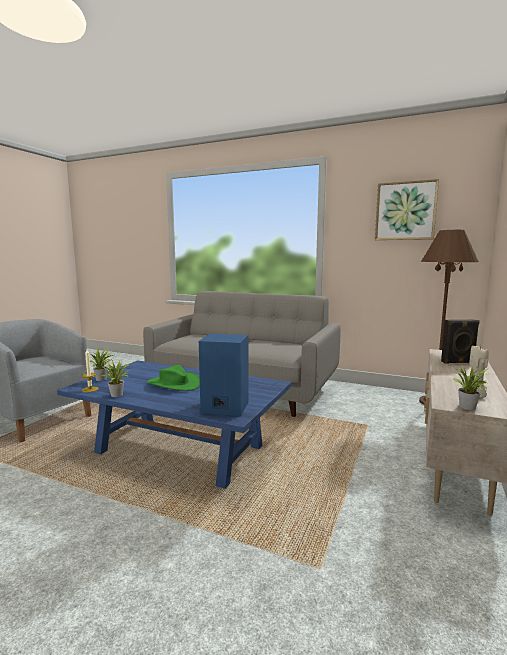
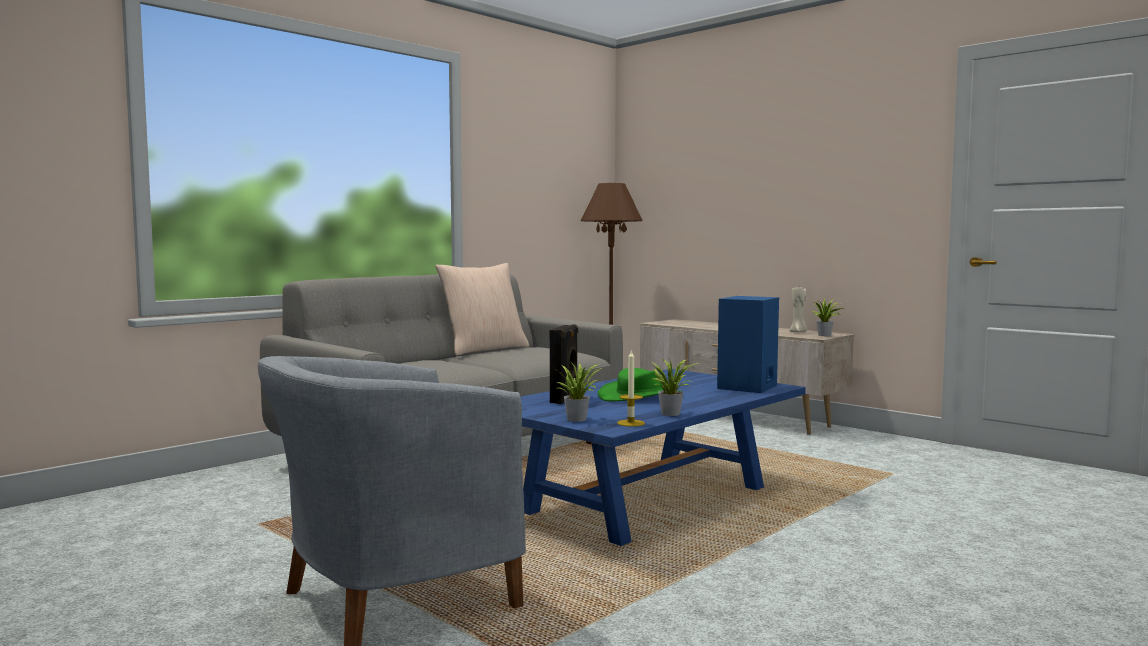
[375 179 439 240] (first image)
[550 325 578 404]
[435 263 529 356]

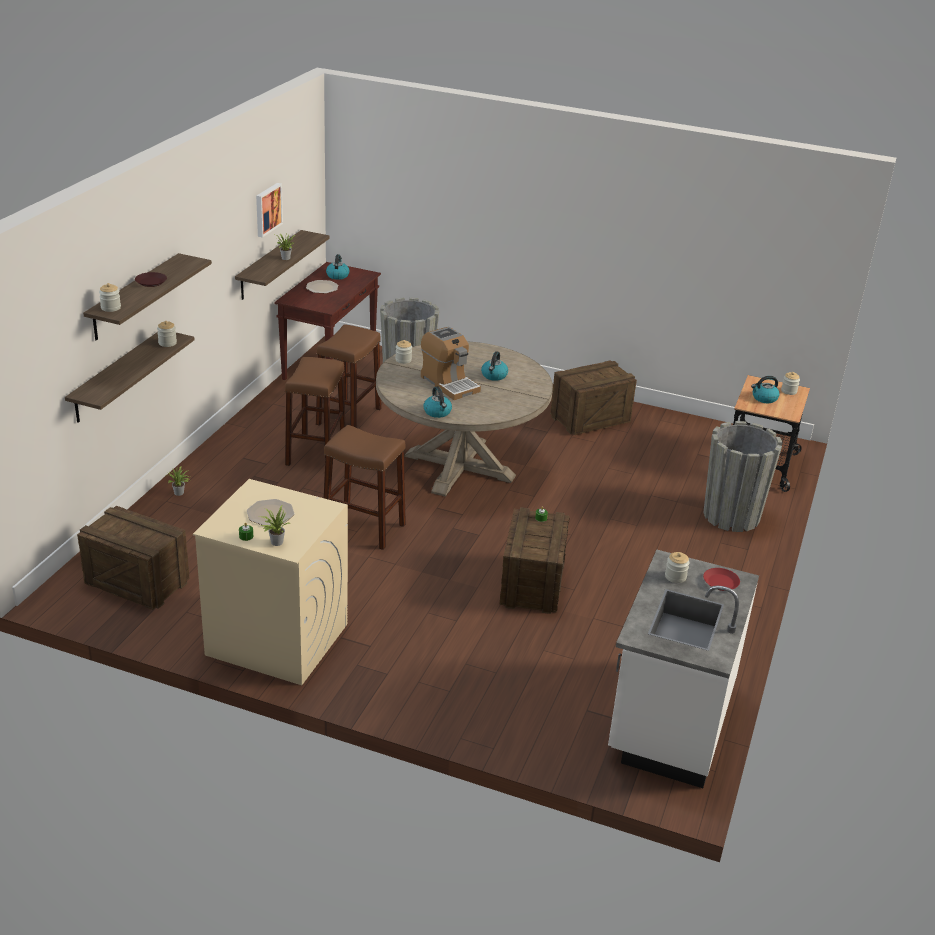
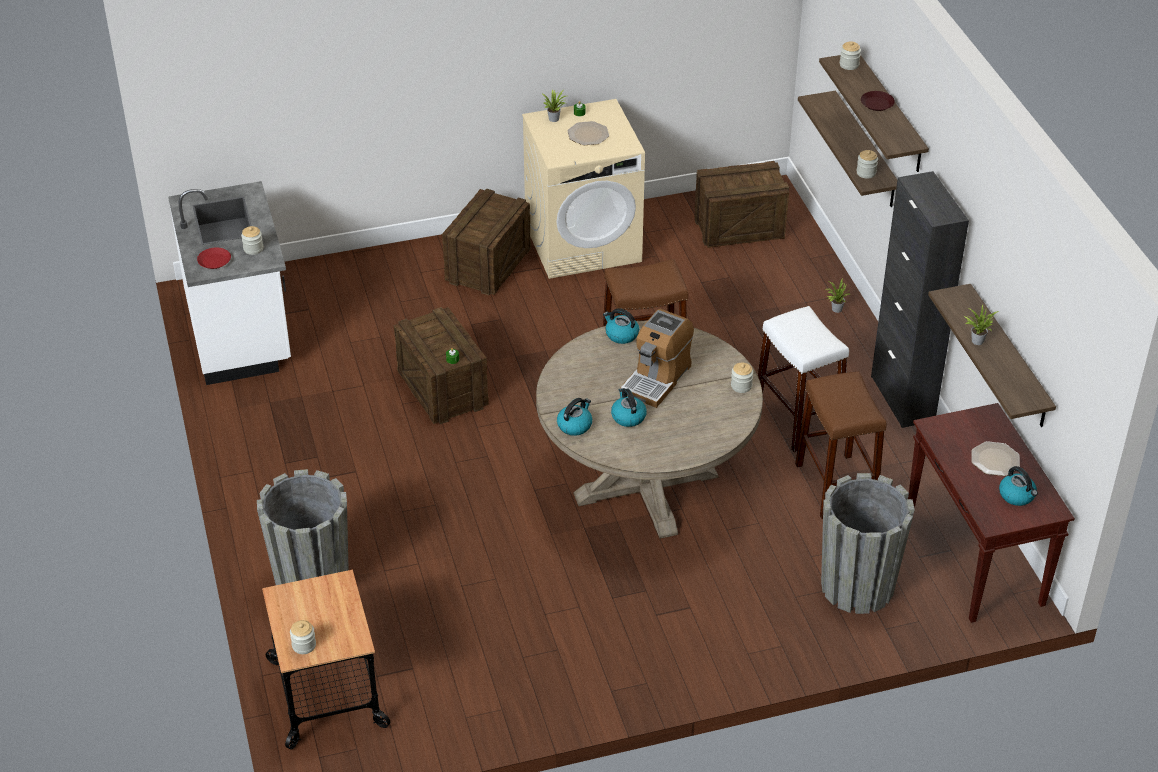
[256 183 283 238] (first image)
[758 306 849 452]
[620 309 694 408]
[442 189 531 295]
[557 398 592 436]
[871 171 969 428]

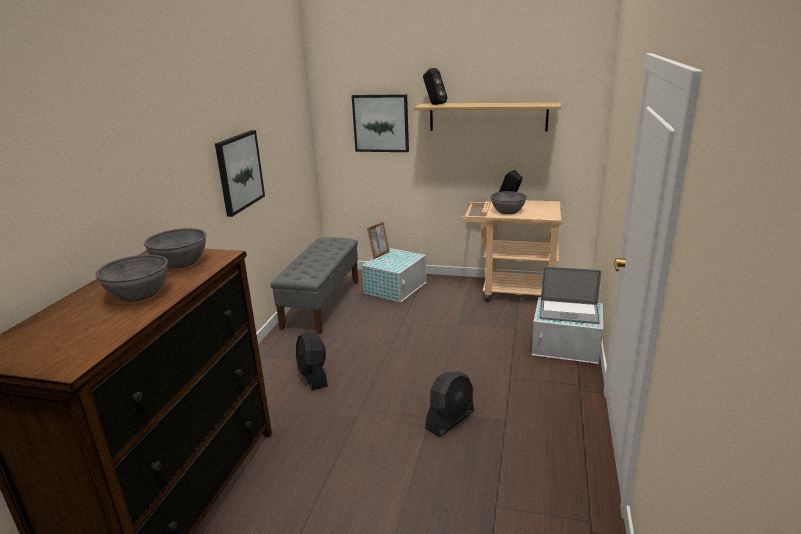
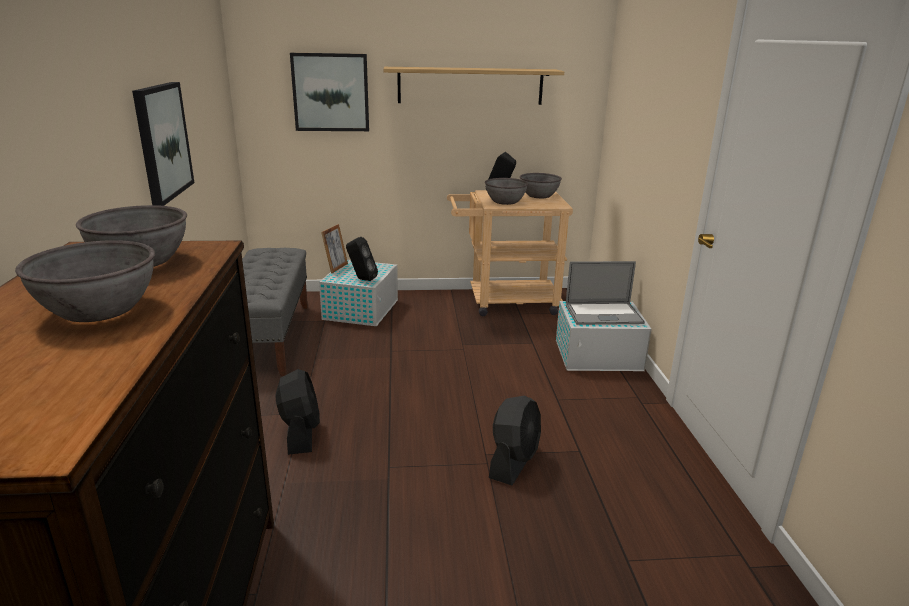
[275 369 320 455]
[346 237 378 281]
[520 173 562 198]

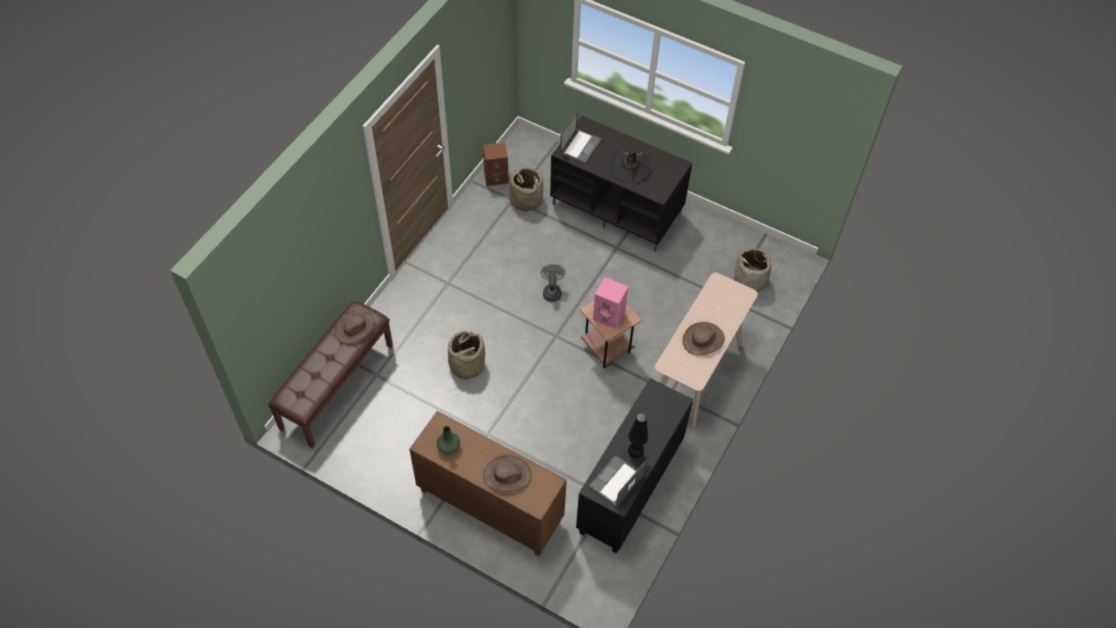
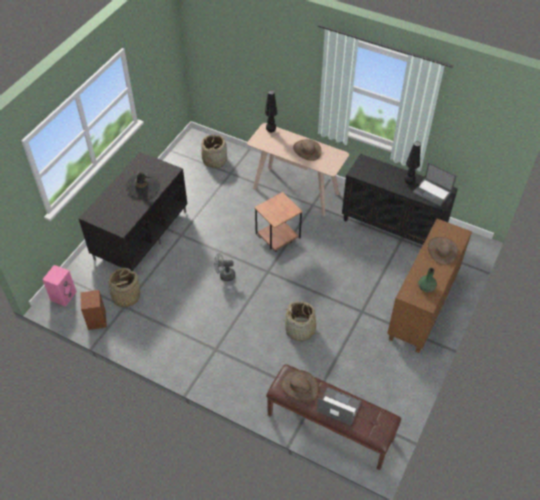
[317 387 361 426]
[42 265 77 307]
[265 90 278 133]

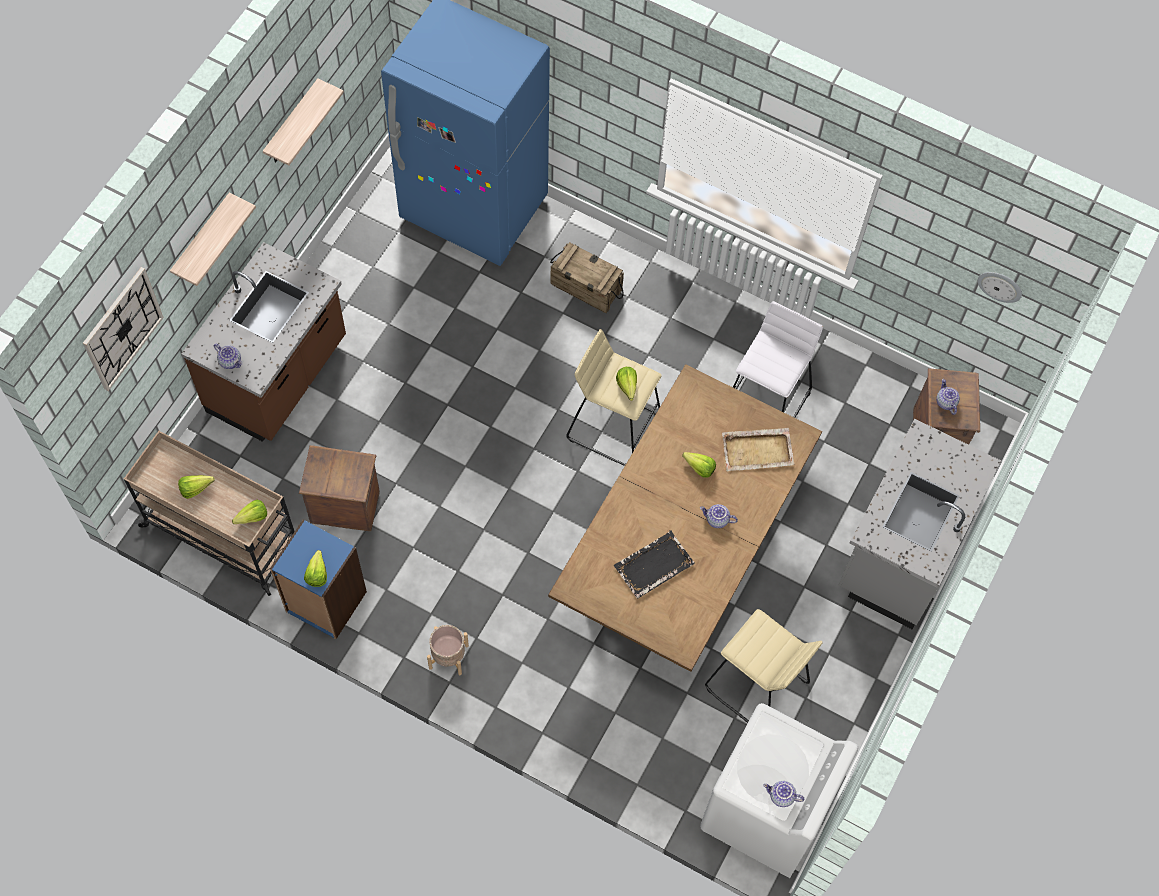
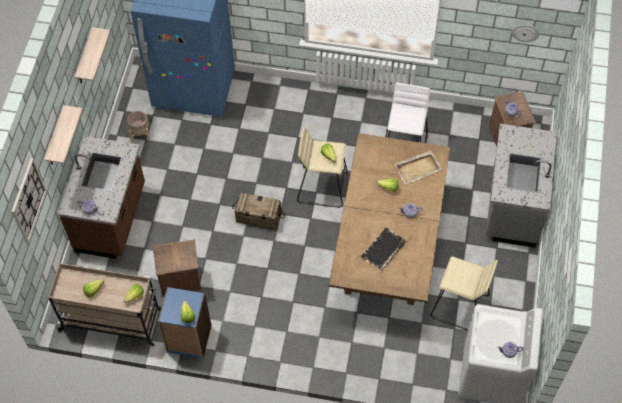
[127 111 150 143]
[232 193 285 230]

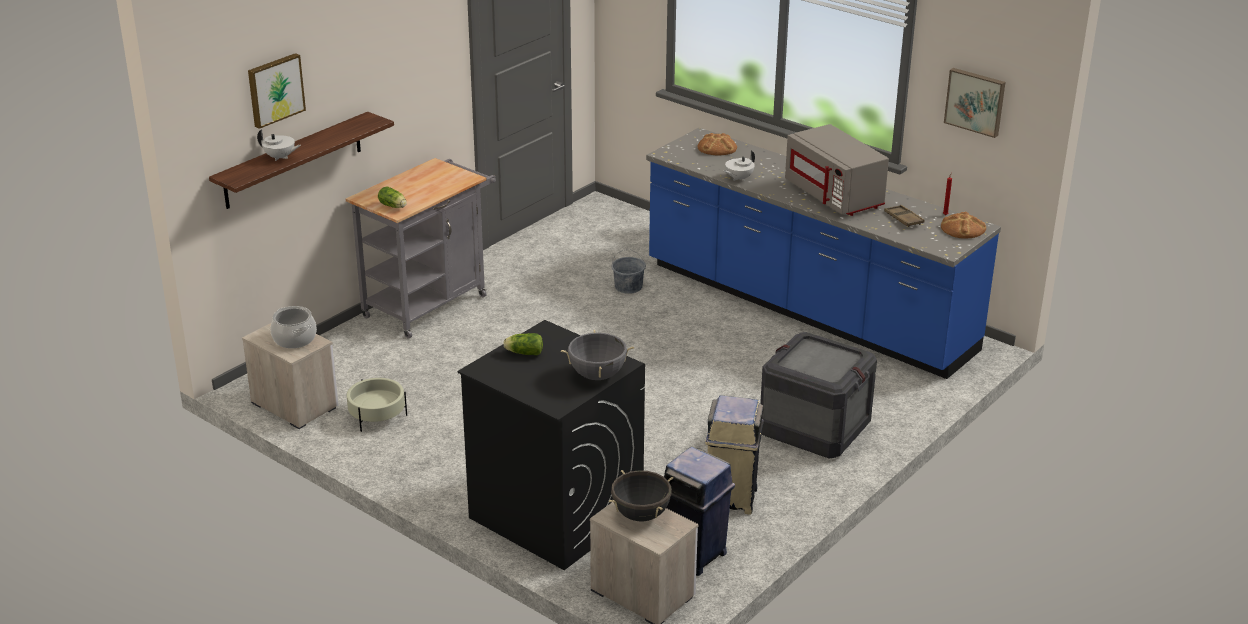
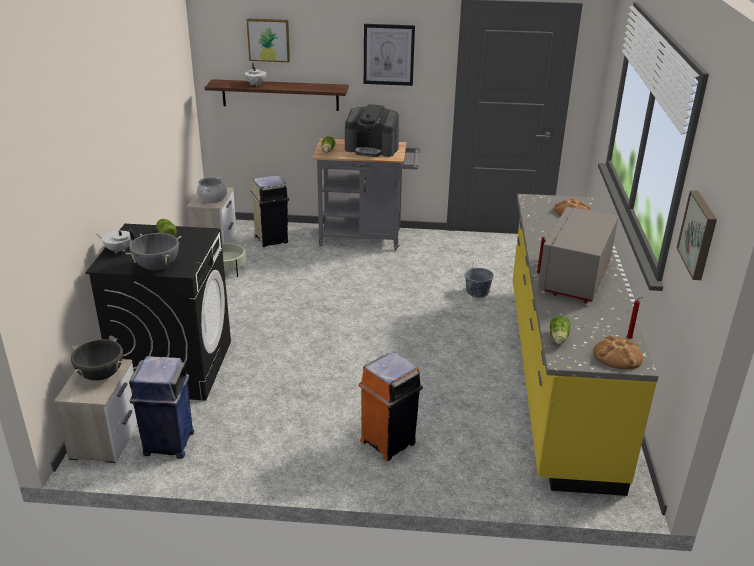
[513 194 659 496]
[251 175 289 247]
[96 229 136 253]
[358 352 423 461]
[884 205 924 227] (first image)
[345 104 399 157]
[364 24 415 86]
[550 315 571 344]

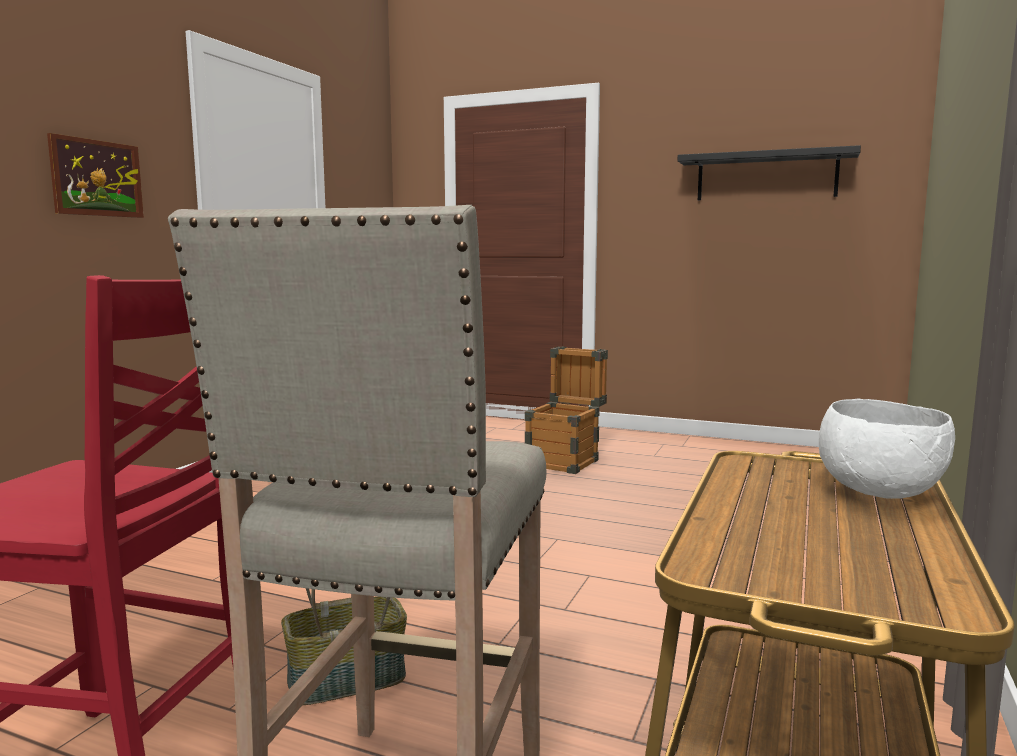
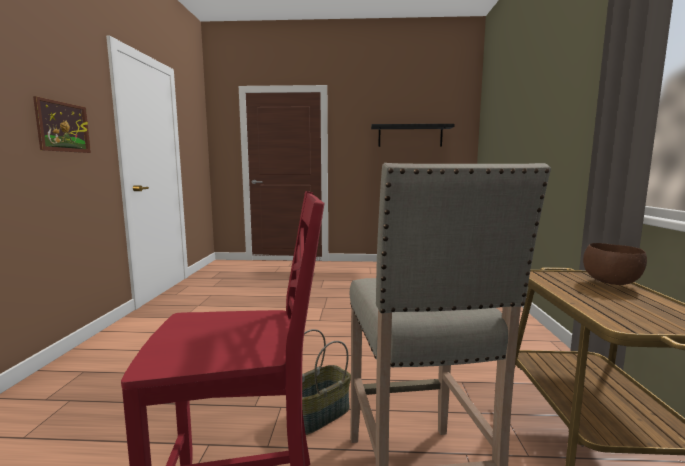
[525 346 608 474] (first image)
[583 243 647 285]

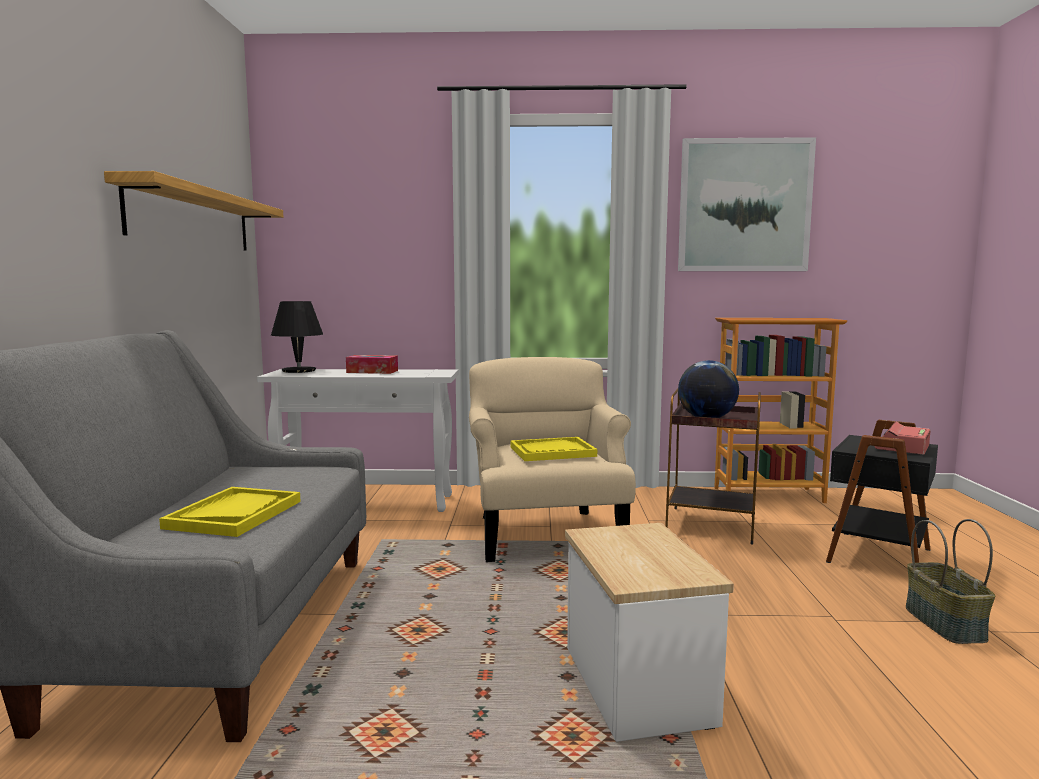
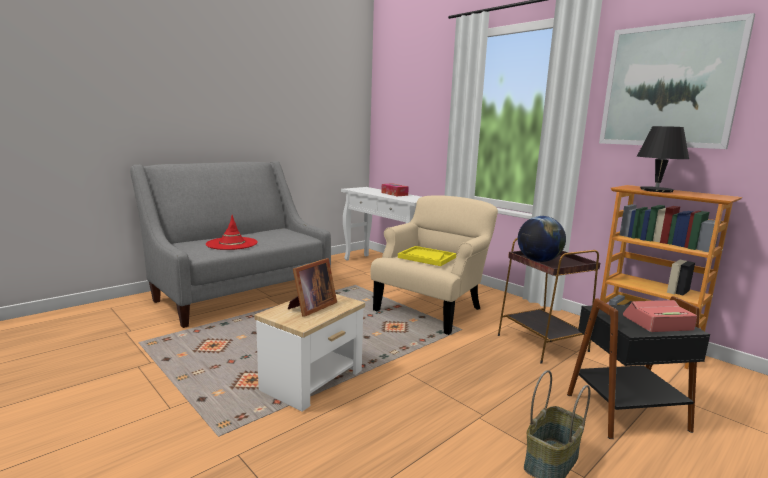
[104 171 283 251] (first image)
[206 215 258 250]
[637 126 689 193]
[288 258 337 317]

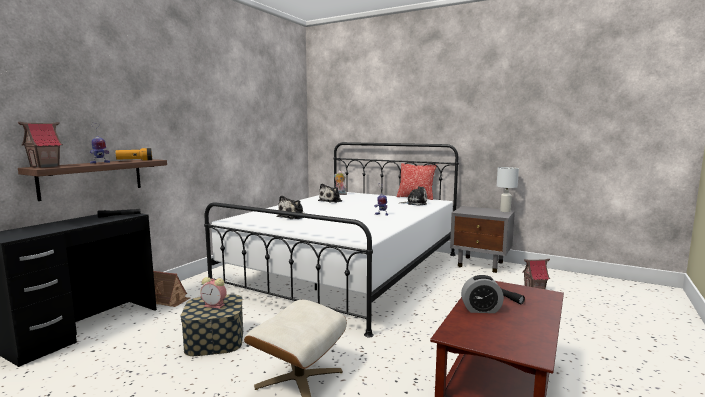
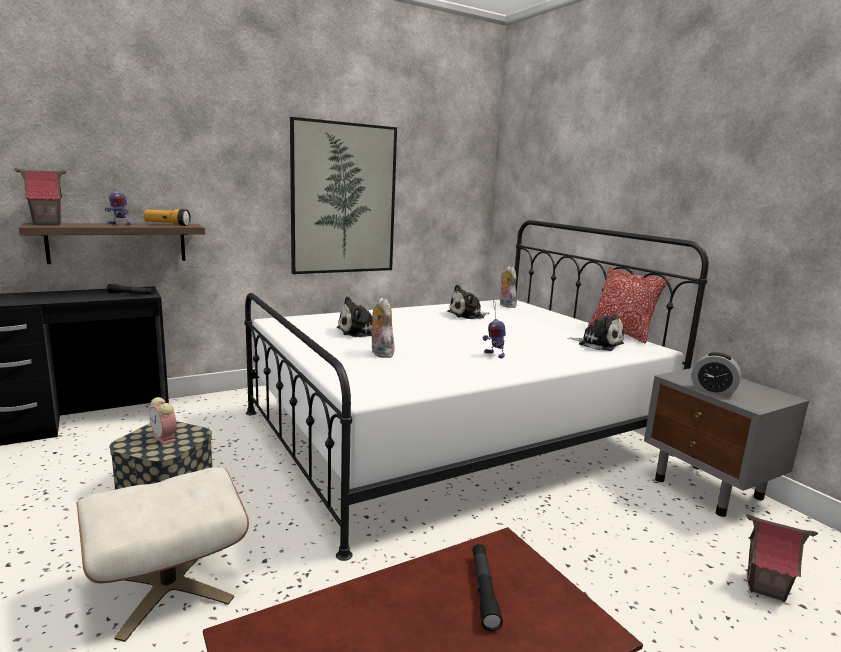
[153 271 190 307] (first image)
[691 352 741 397]
[497 167 519 212] (first image)
[290 117 397 274]
[369 297 395 358]

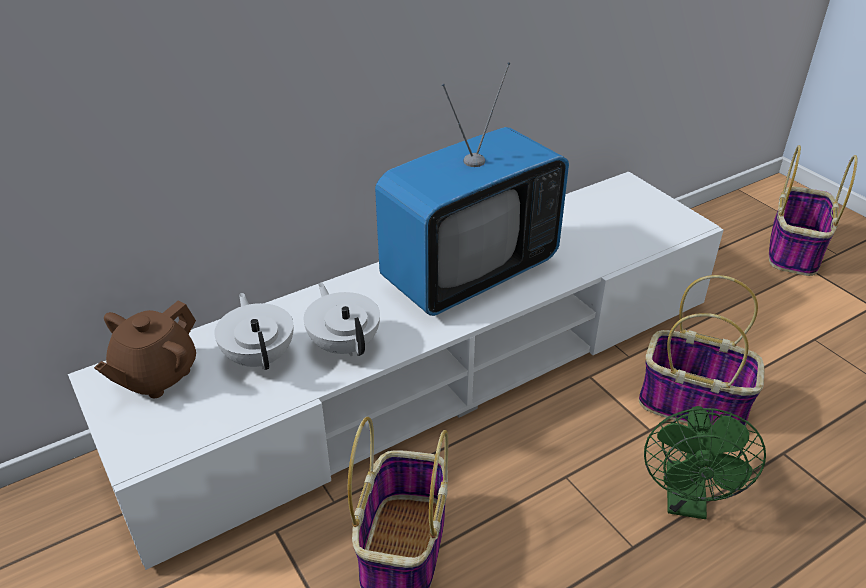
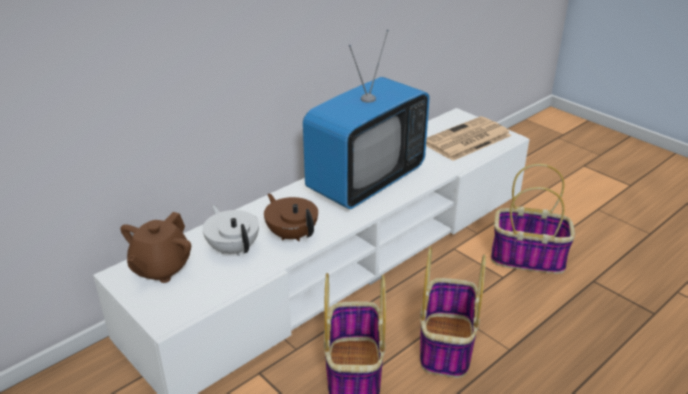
[264 194 318 241]
[644 406 766 519] (first image)
[420 246 486 378]
[426 117 512 161]

